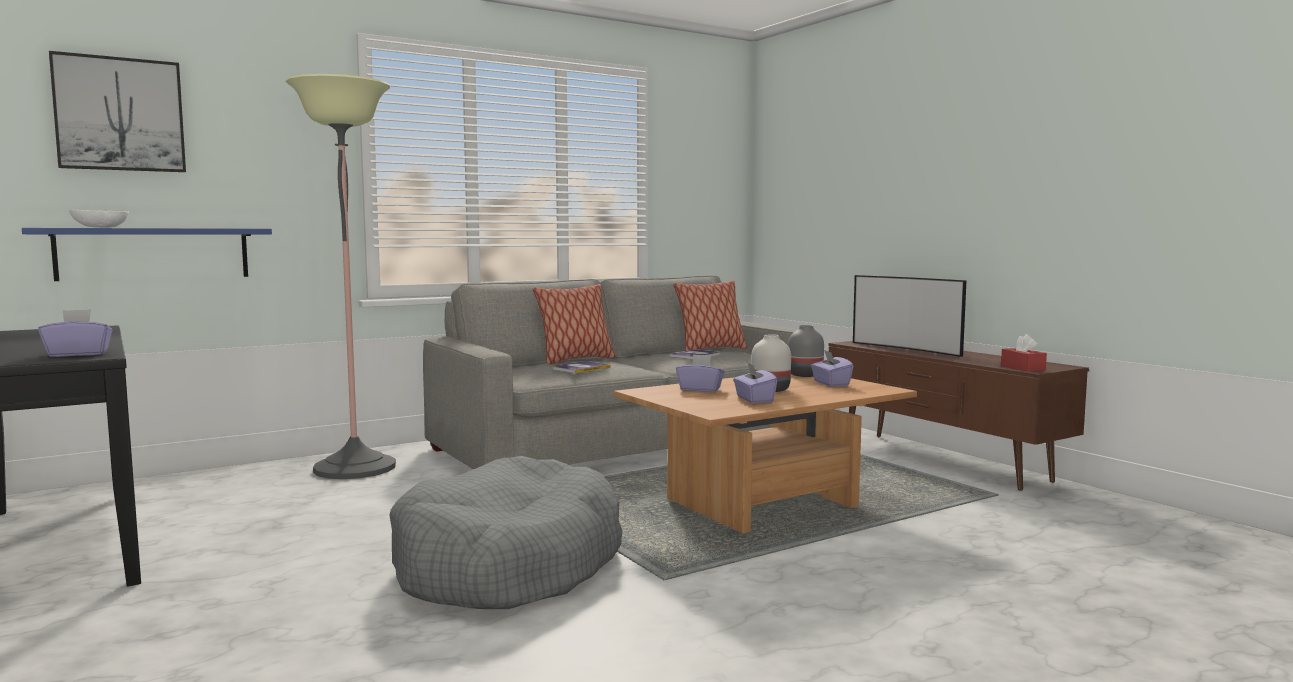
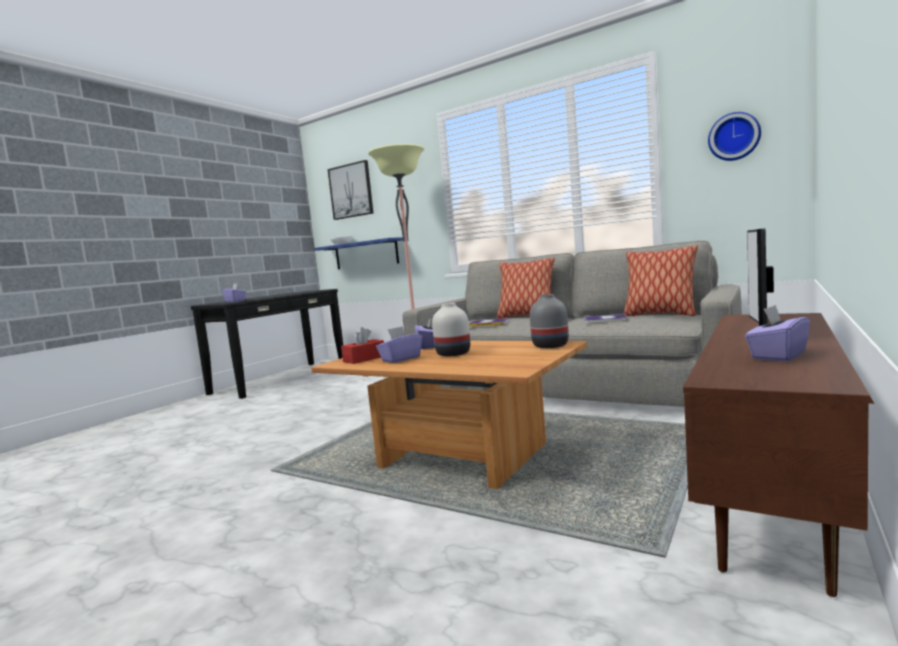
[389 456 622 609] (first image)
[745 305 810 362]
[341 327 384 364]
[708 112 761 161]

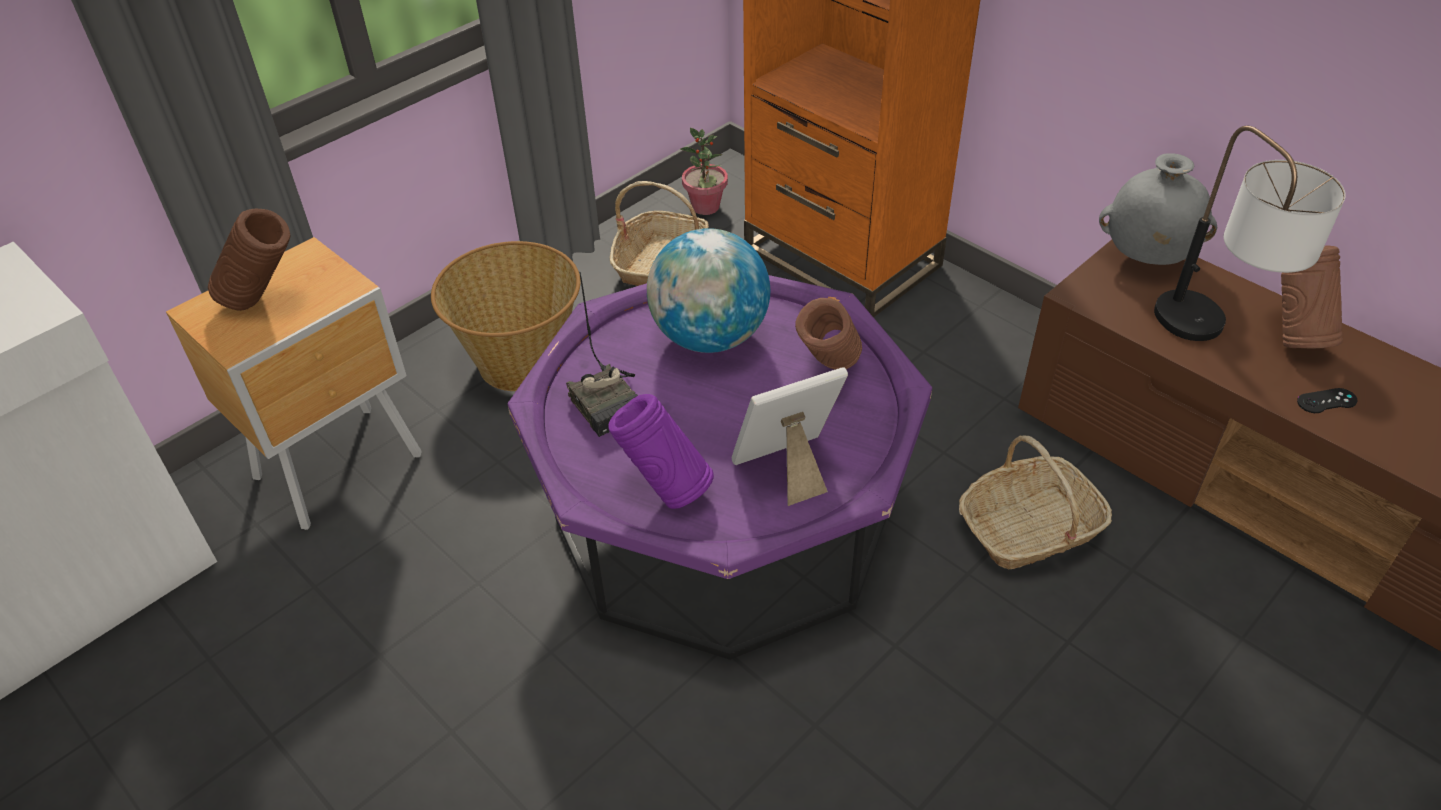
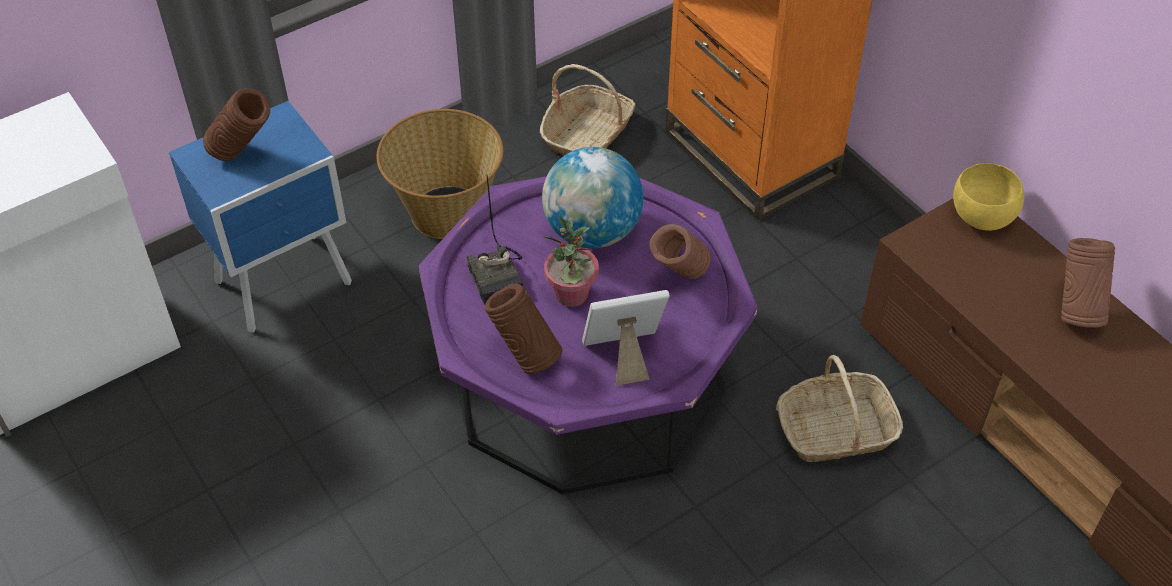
[169 101 352 333]
[485 283 562 374]
[543 215 599 307]
[953 163 1024 231]
[1154 126 1346 341] (first image)
[1297 388 1357 413] (first image)

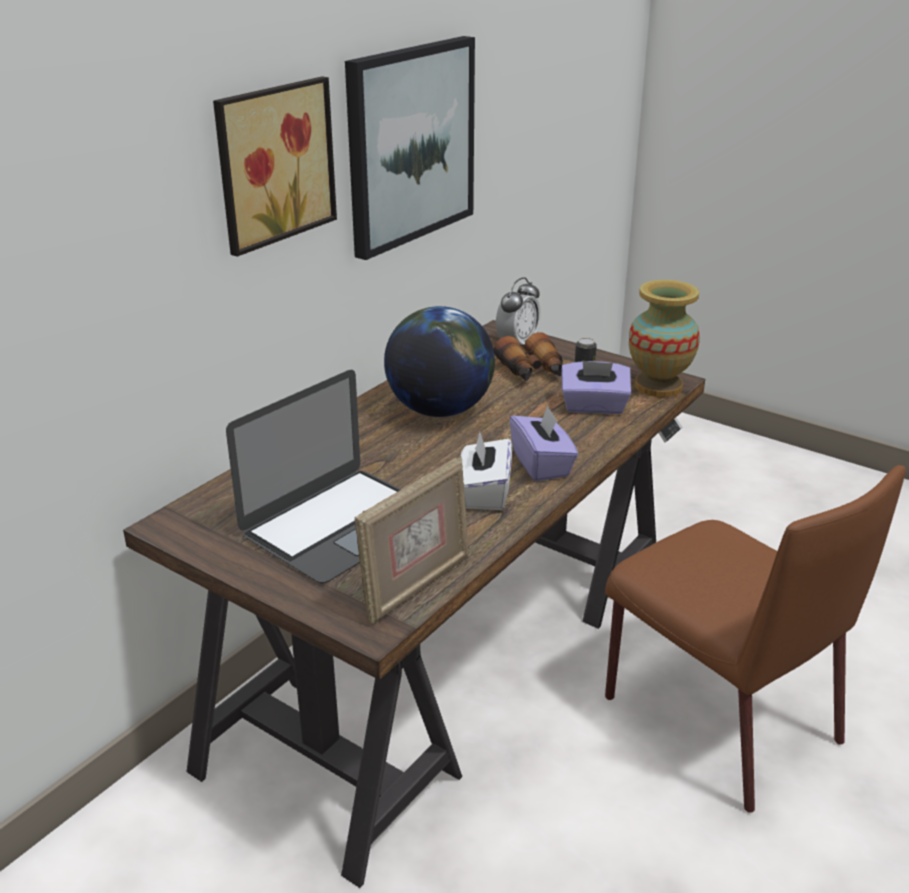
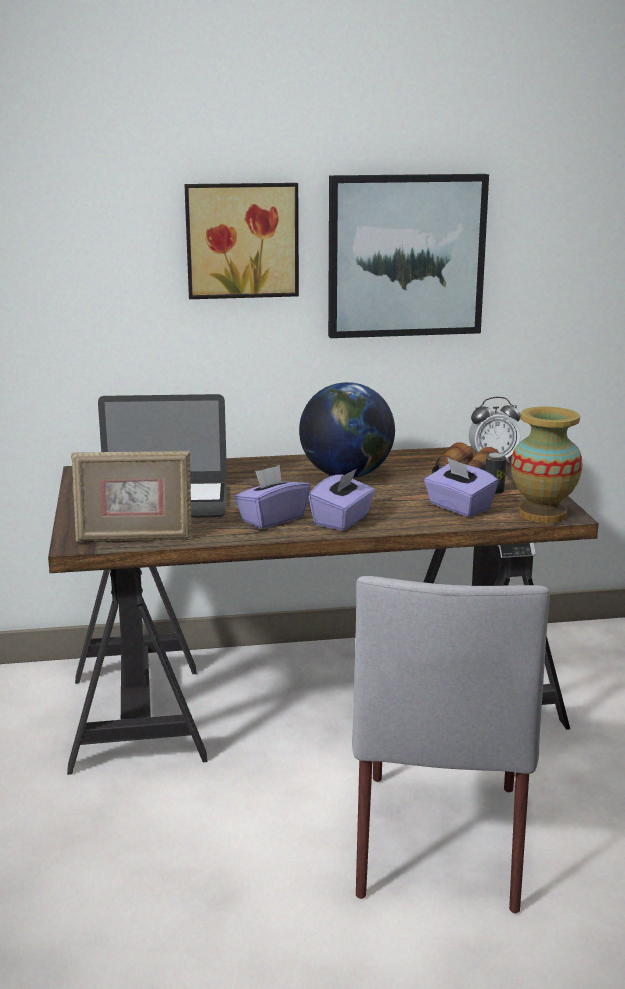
[234 465 310 529]
[352 576 550 914]

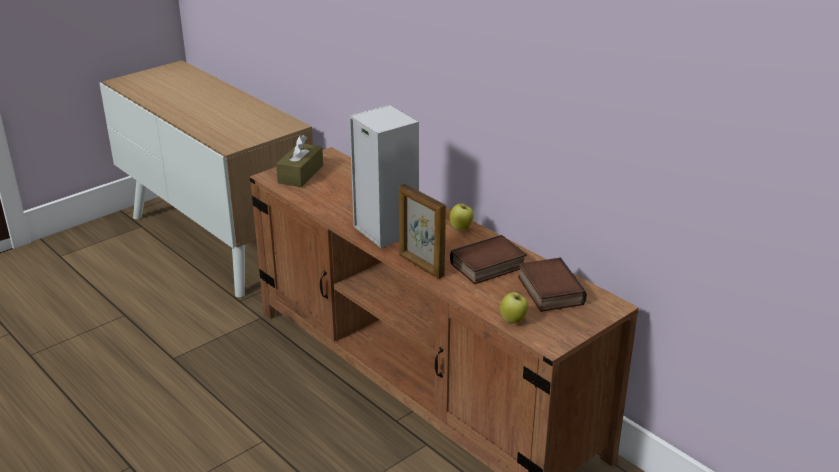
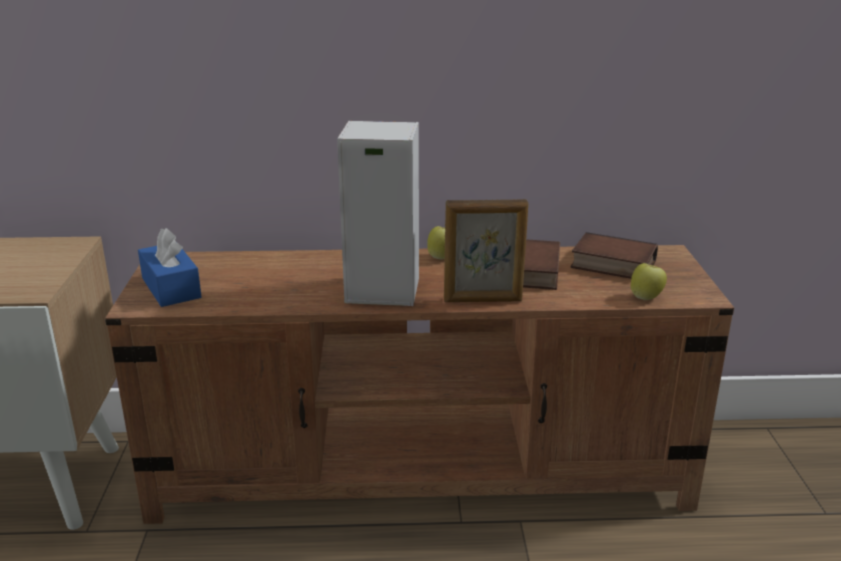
[138 228 202 307]

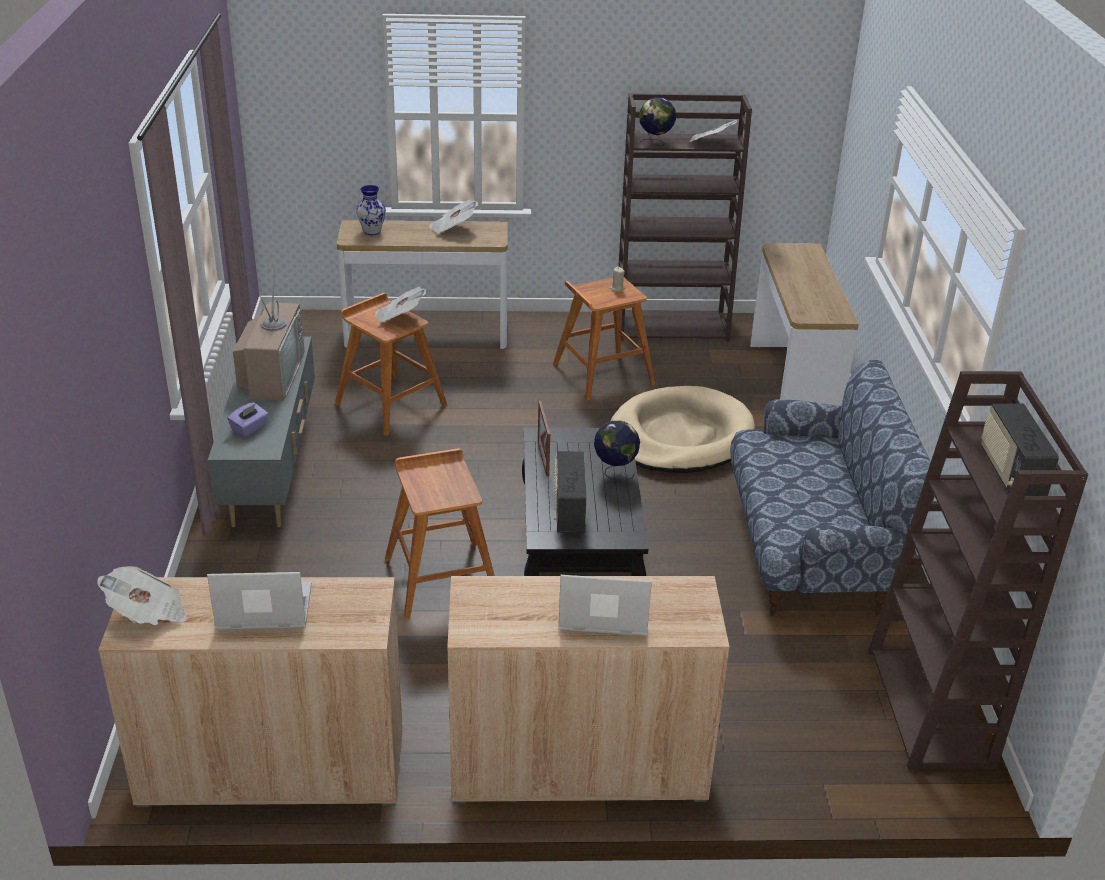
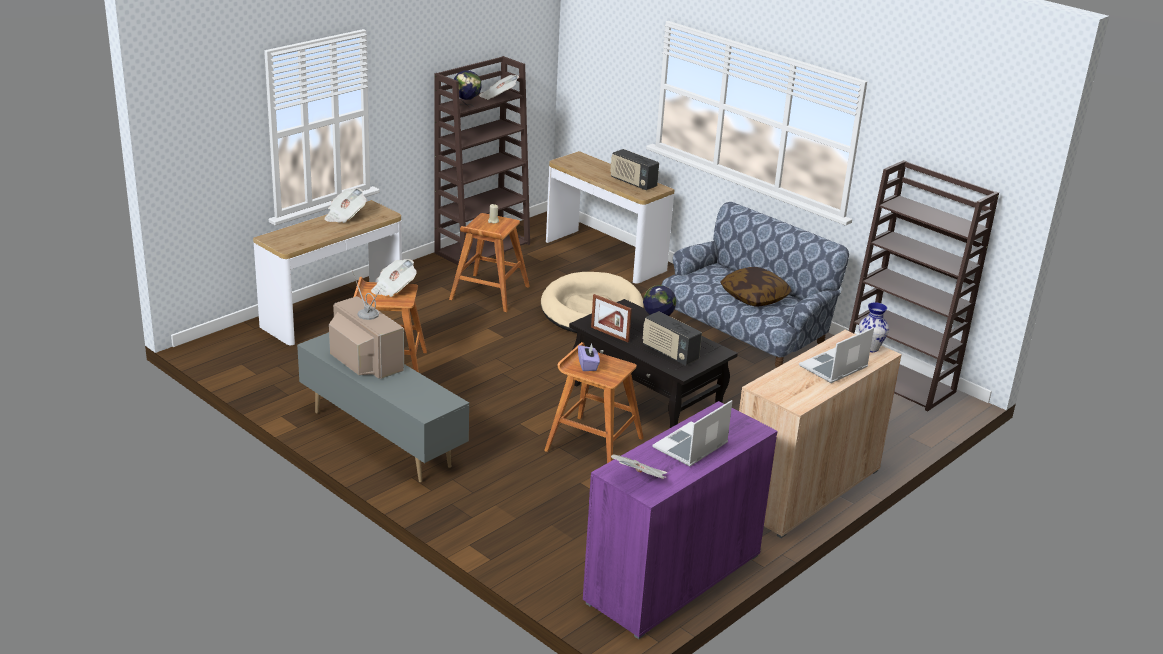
[583 401 778 639]
[578 344 600 371]
[859 302 889 352]
[610 149 659 190]
[720 267 792 307]

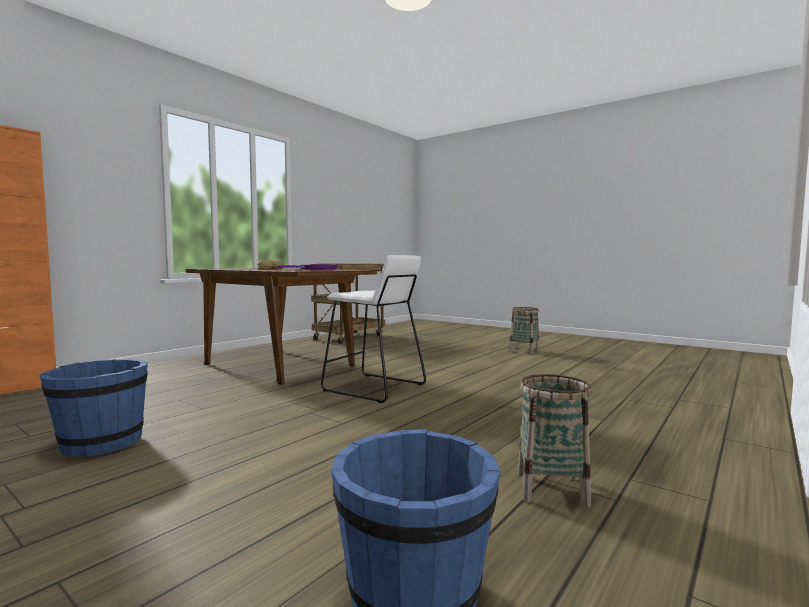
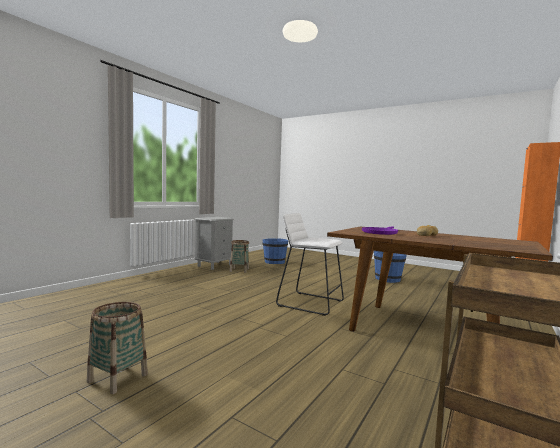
[195 217 234 270]

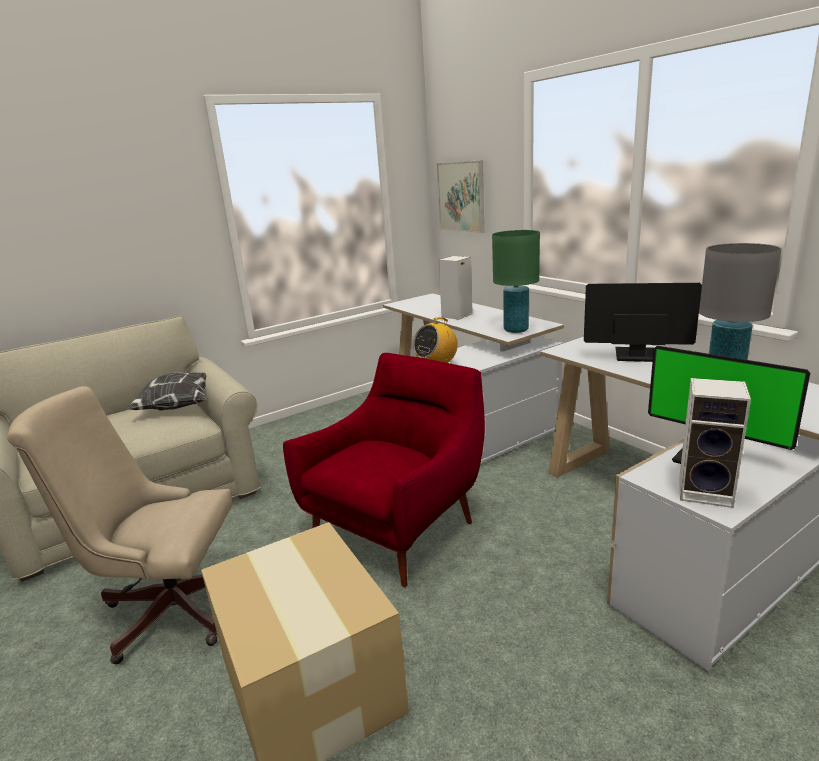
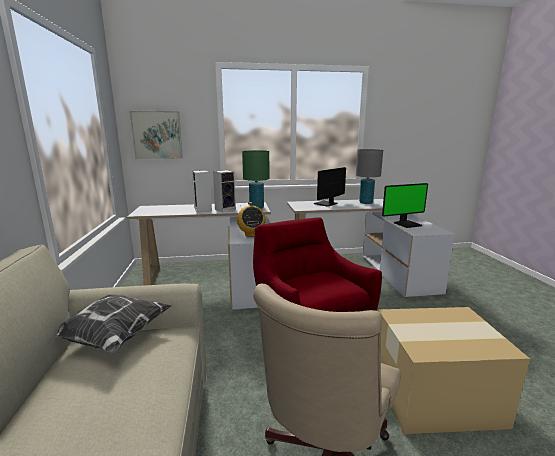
[213 170 236 212]

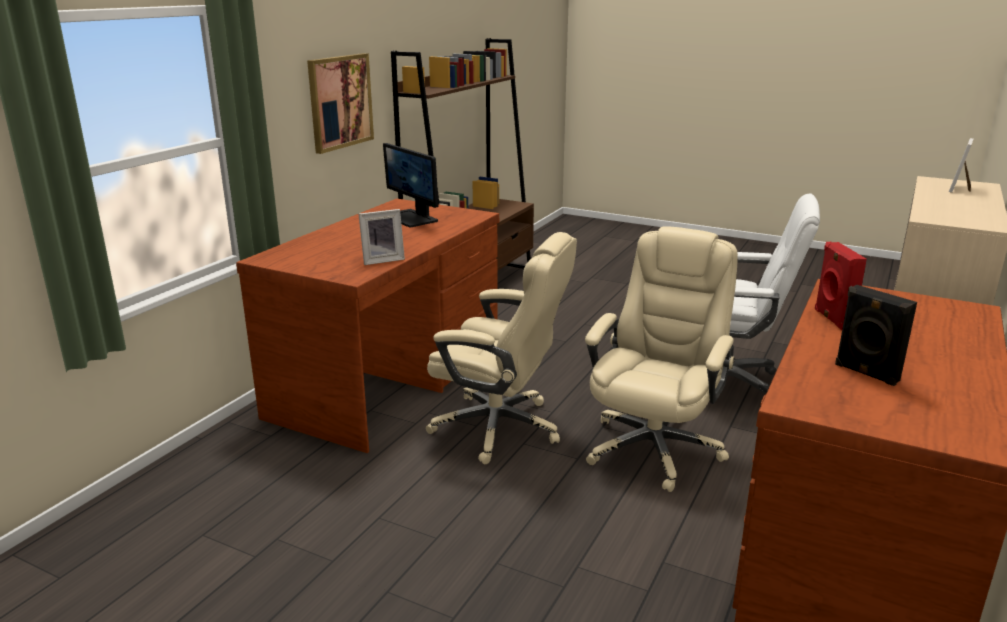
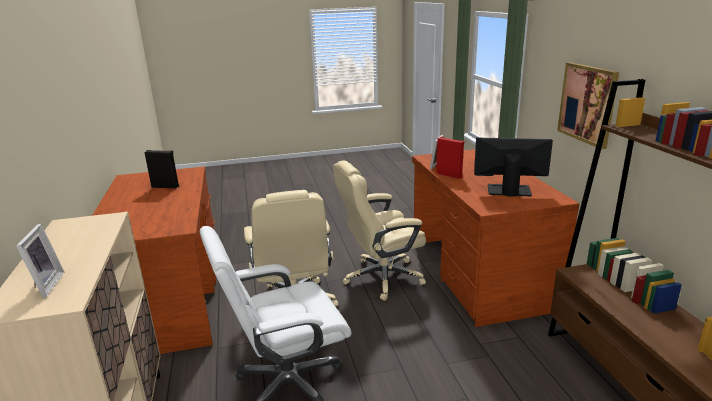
[436 137 464 179]

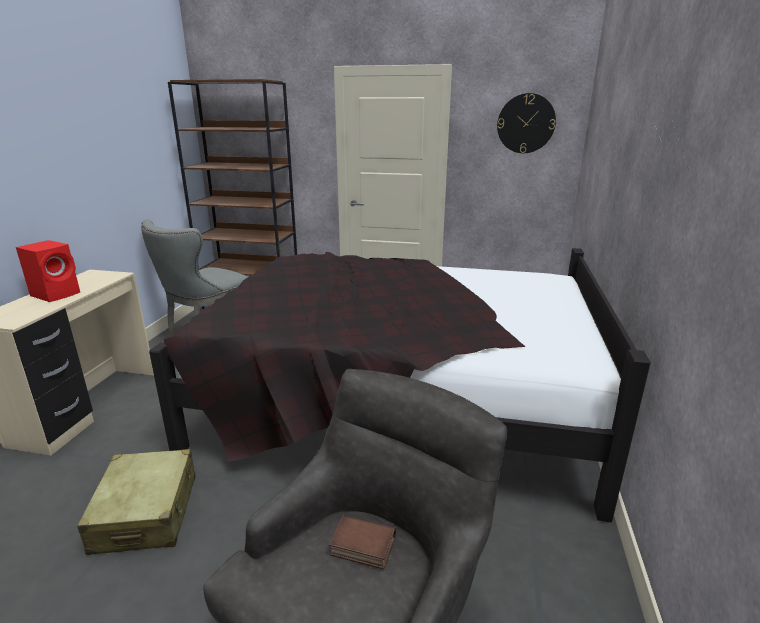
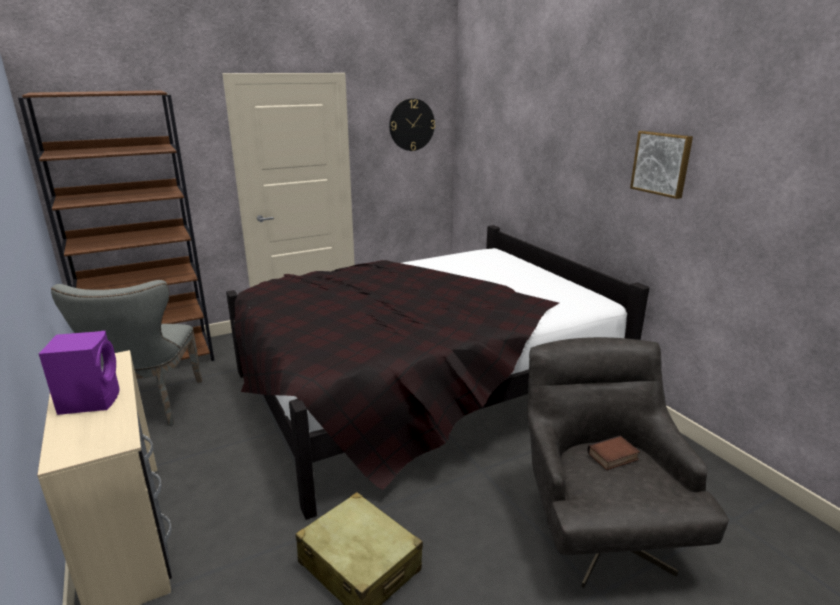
[39 331 120 415]
[630 131 693 199]

